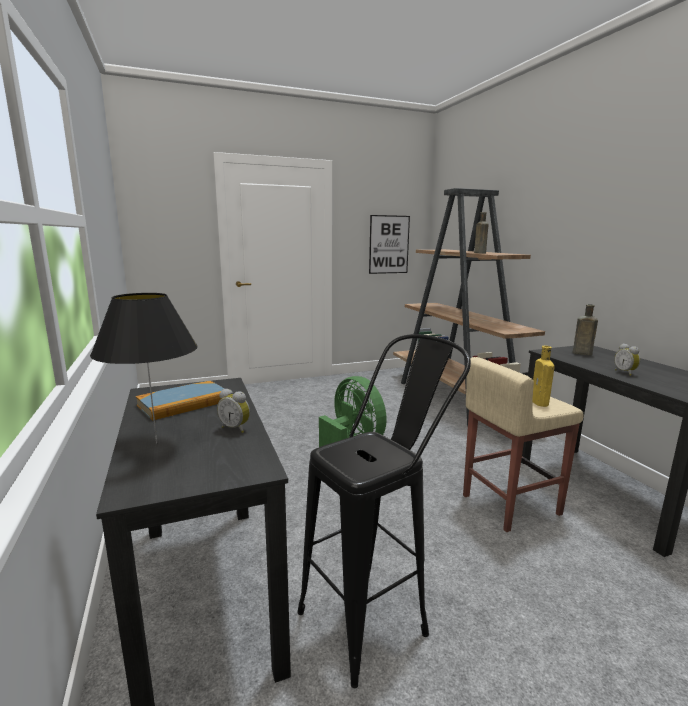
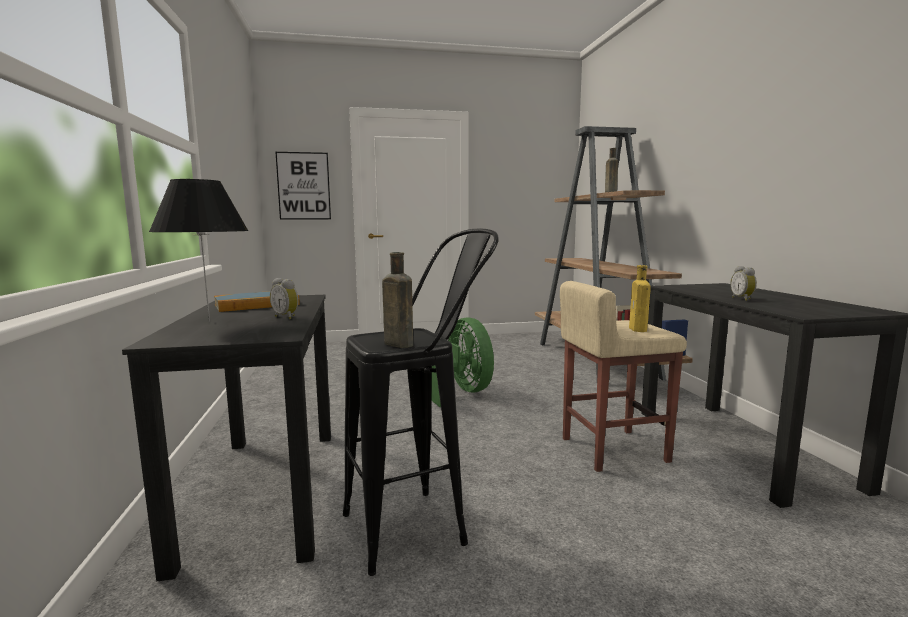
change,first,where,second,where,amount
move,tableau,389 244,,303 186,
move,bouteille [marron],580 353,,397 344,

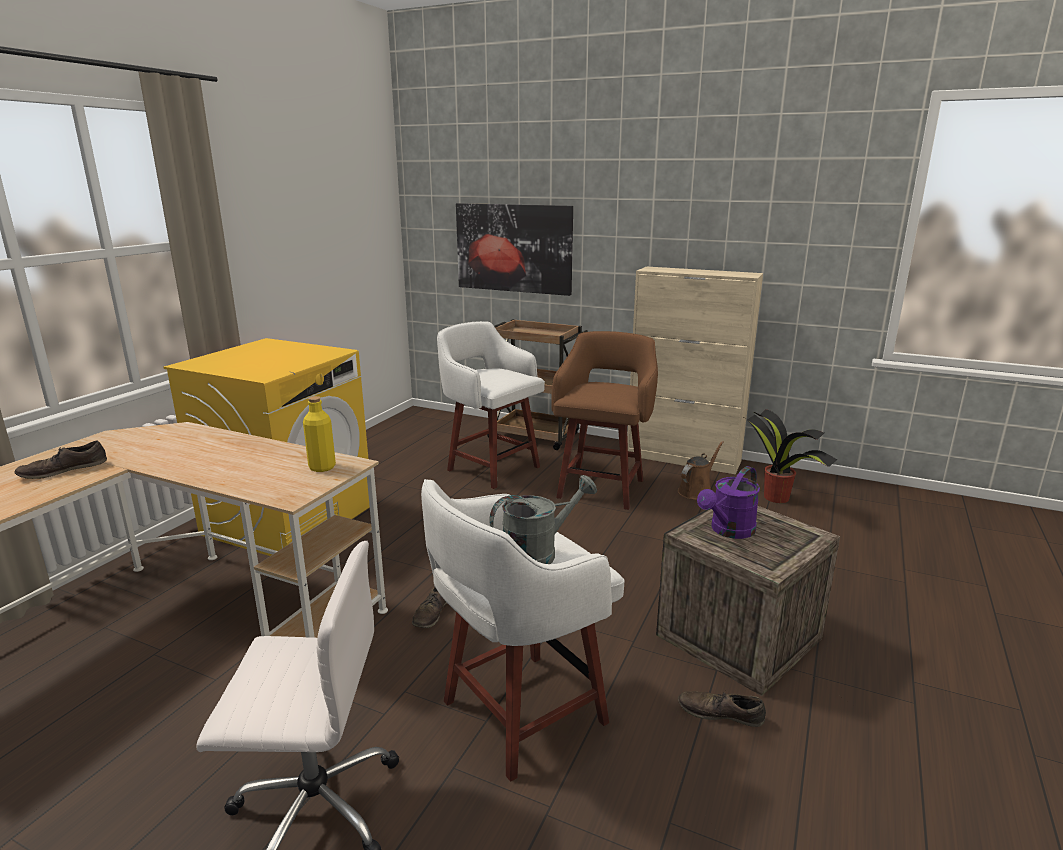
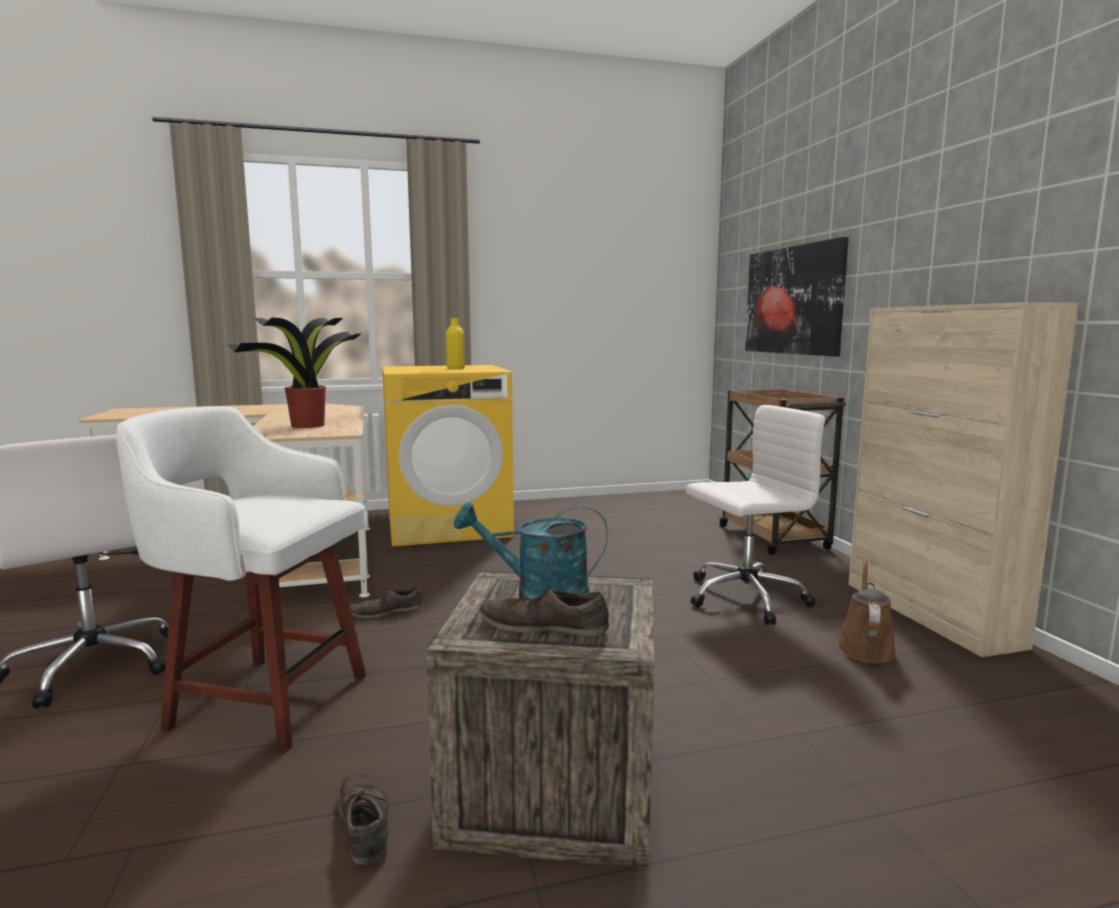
change,first,where,second,where,amount
move,plante en pot,777 498,,306 426,
move,bouteille [jaune],322 467,,455 368,
recolor,arrosoir [violet],728 531,arrosoir [turquoise],538 596,
move,chaussure [marron],63 470,,543 626,
replace,tabouret [marron],601 487,chaise de bureau [blanc],743 598,
rotate,arrosoir [marron],696 491,,865 647,75 degrees counterclockwise
delete,tabouret [blanc],491 467,,,
delete,arrosoir [gris],538 553,,,

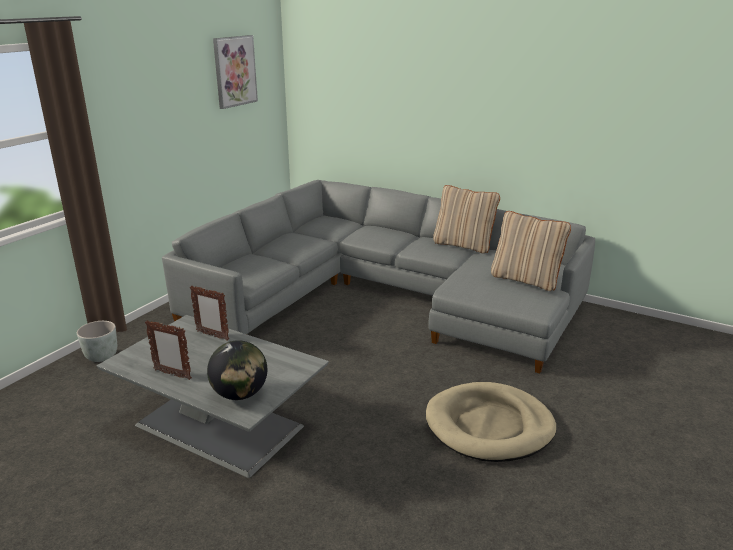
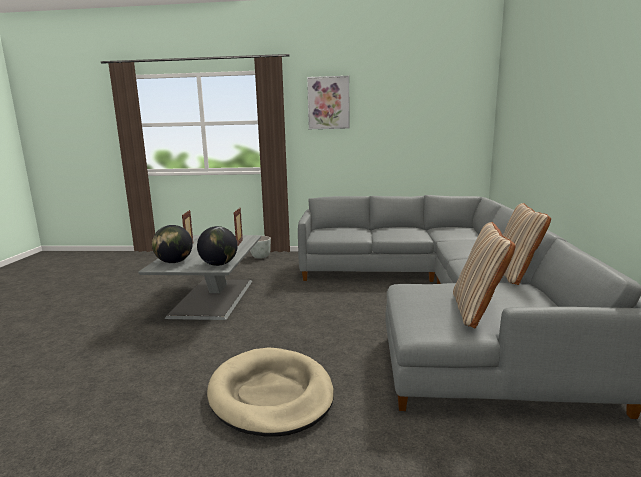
change,first,where,second,where,amount
insert,,,globe,219 264,
move,tableau,234 71,,328 103,

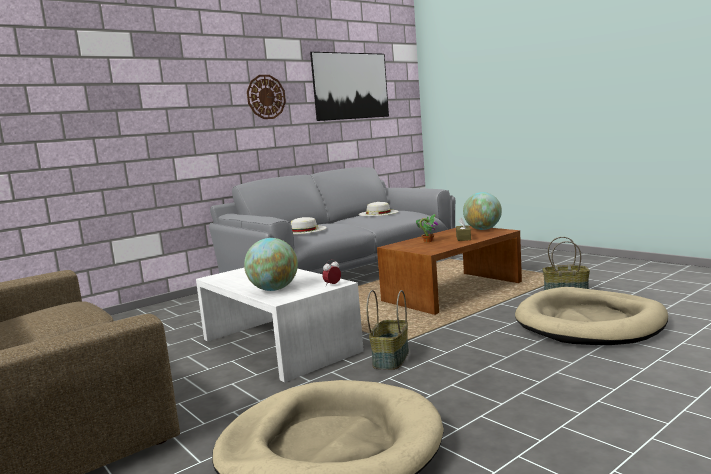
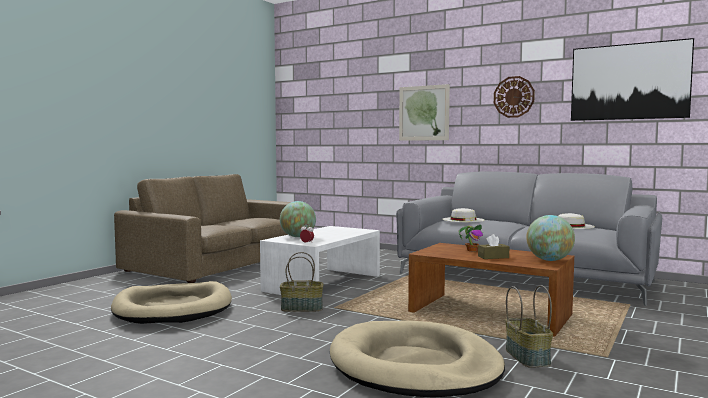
change,first,where,second,where,amount
insert,,,tableau,423 113,

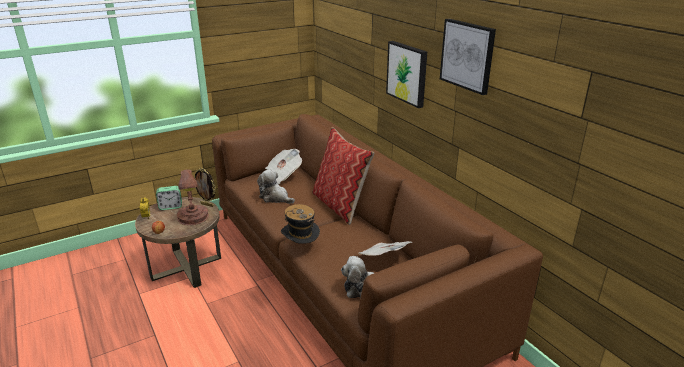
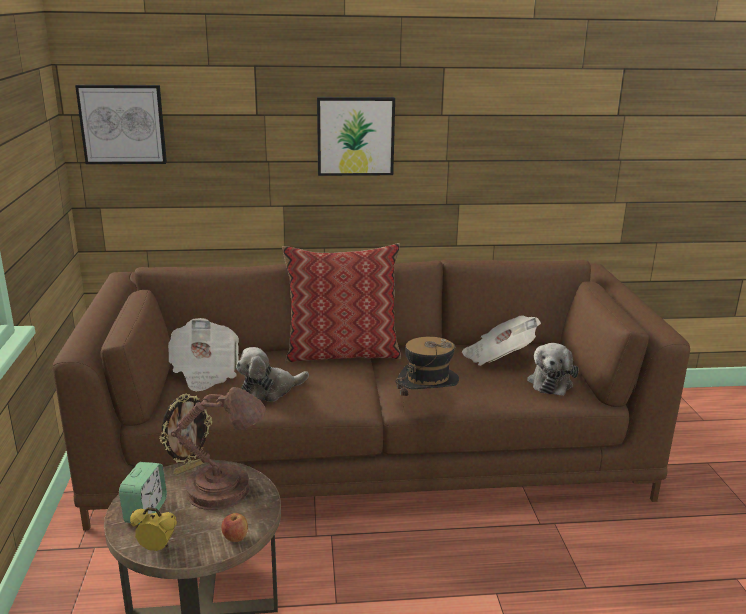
change,first,where,second,where,amount
move,tableau,467 55,,123 124,

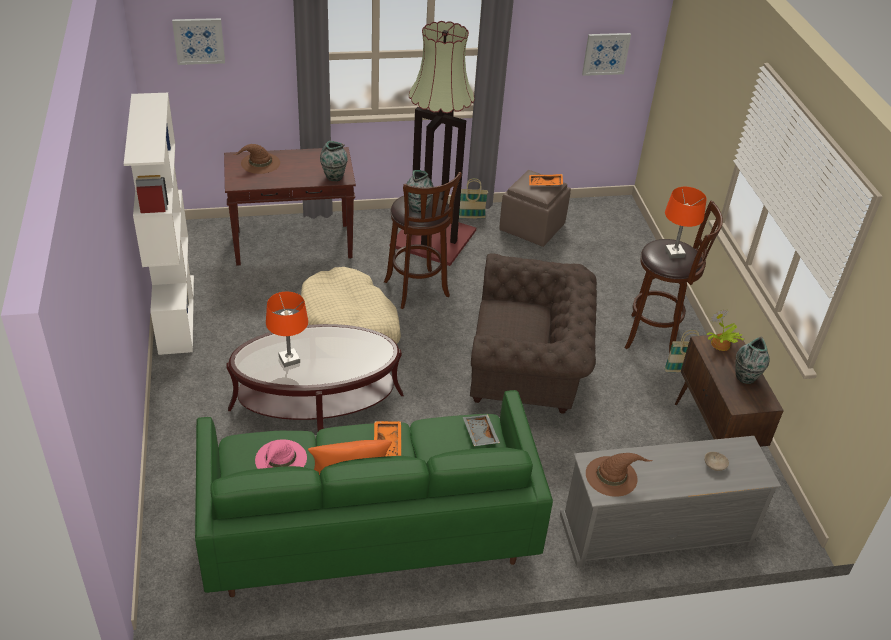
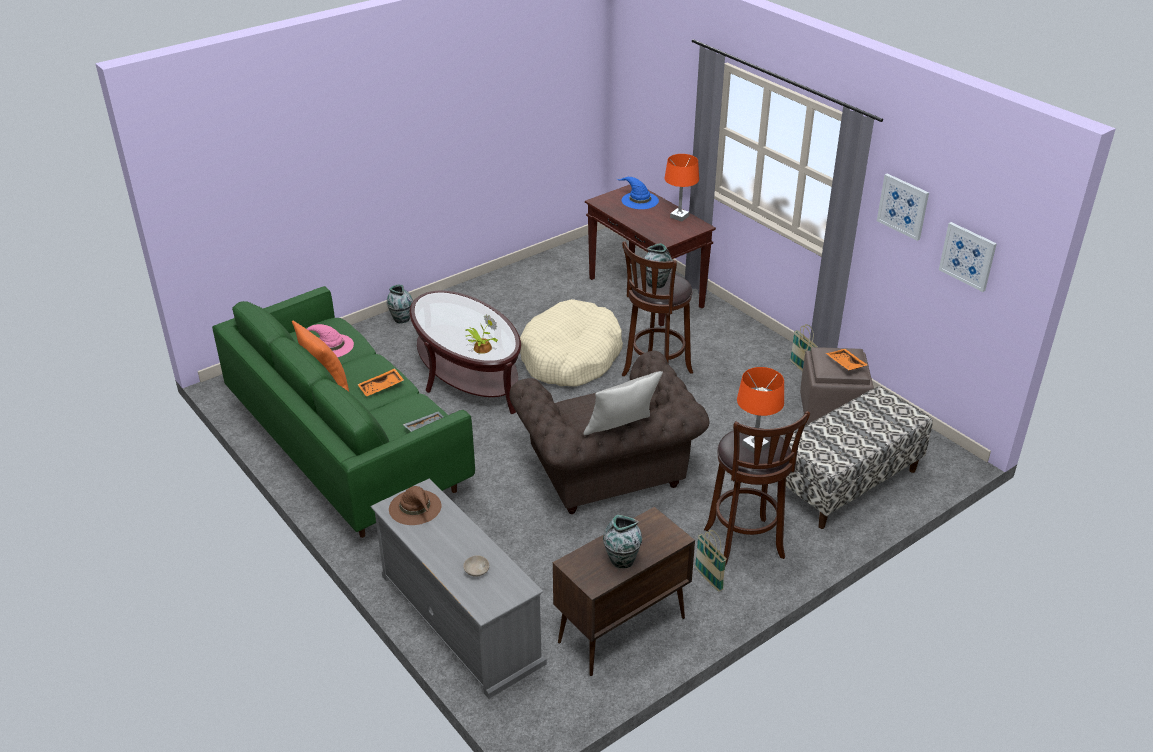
change,first,where,second,where,amount
move,vase,334 177,,401 319,
move,plante en pot,720 345,,481 348,
insert,,,coussin [gris],622 431,
recolor,chapeau [marron],260 163,chapeau [bleu],639 200,
move,lampe de table [orange],289 359,,679 216,
insert,,,banc,847 483,
move,tableau,199 40,,903 206,
delete,bibliothèque [blanc],176 313,,,
delete,lampadaire,434 238,,,

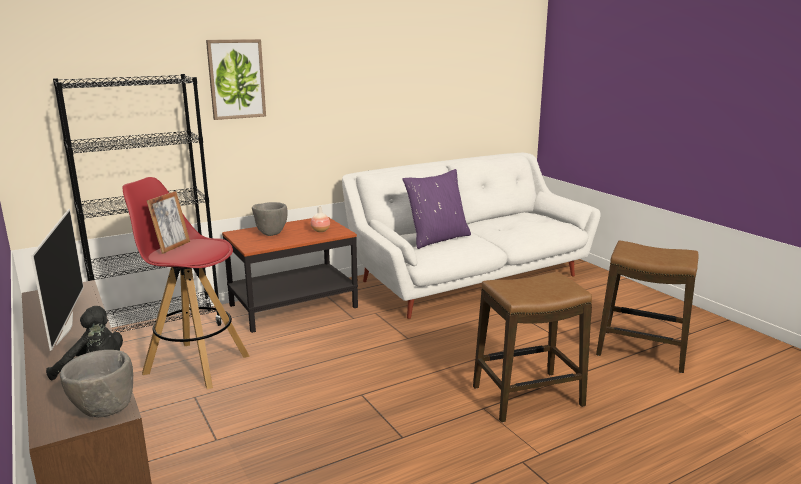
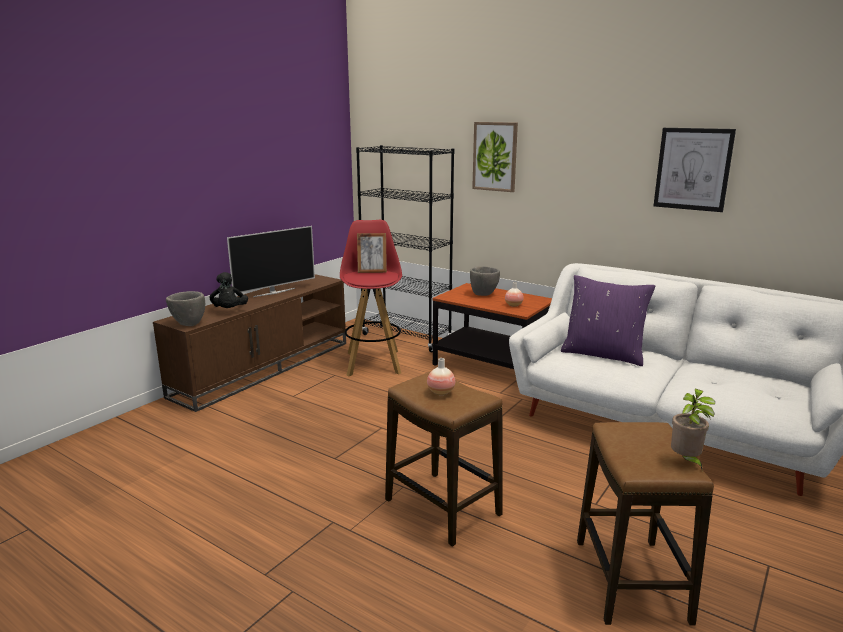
change,first,where,second,where,amount
insert,,,vase,441 392,
insert,,,tableau,693 169,
insert,,,plante en pot,686 461,

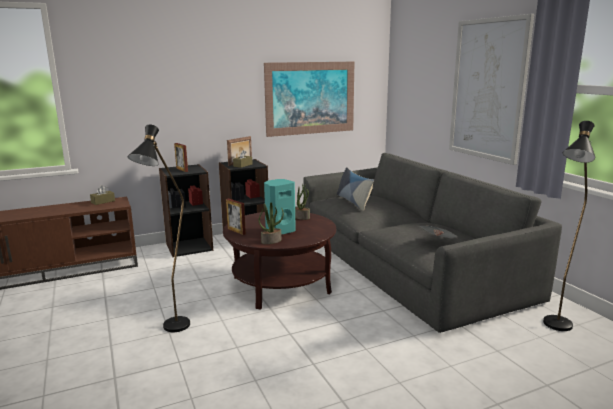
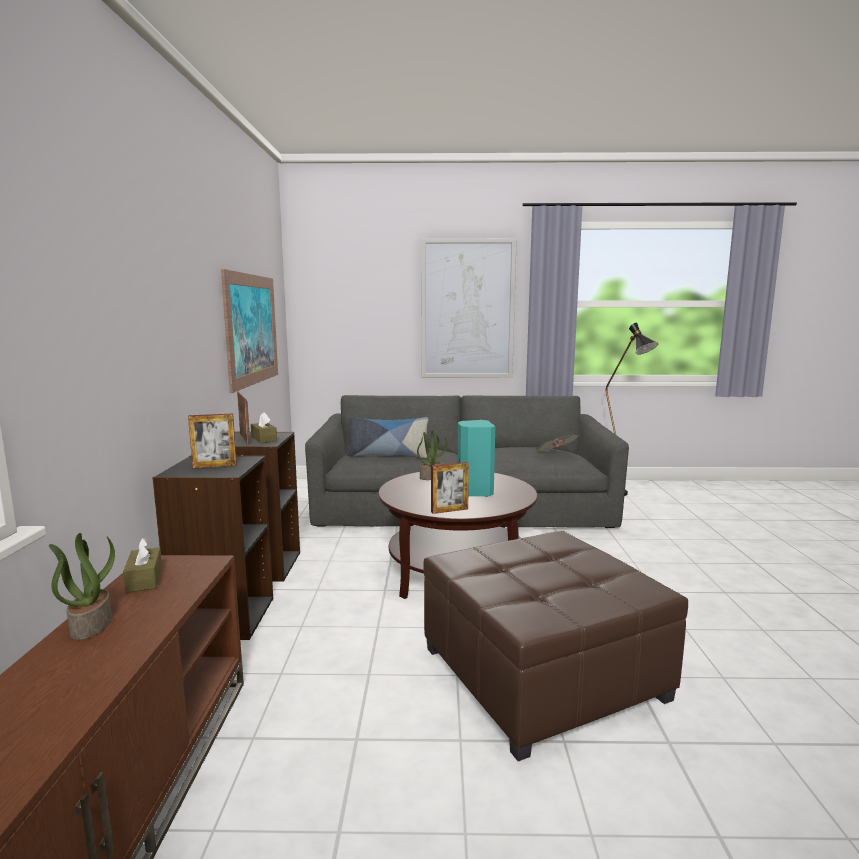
change,first,where,second,where,amount
move,plante en pot,271 241,,90 625,
replace,lampadaire [noir],172 330,pouf [marron],542 672,

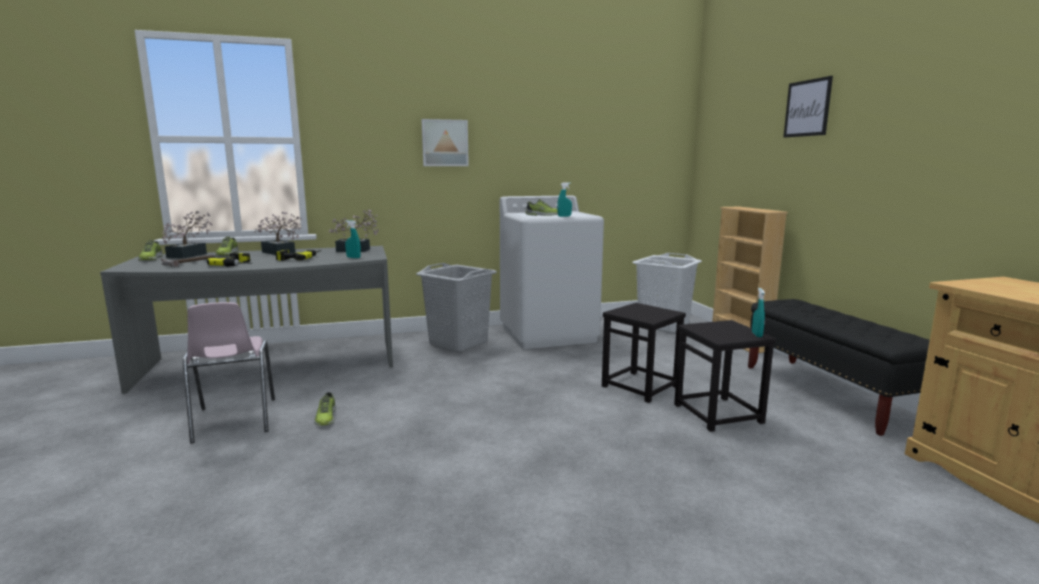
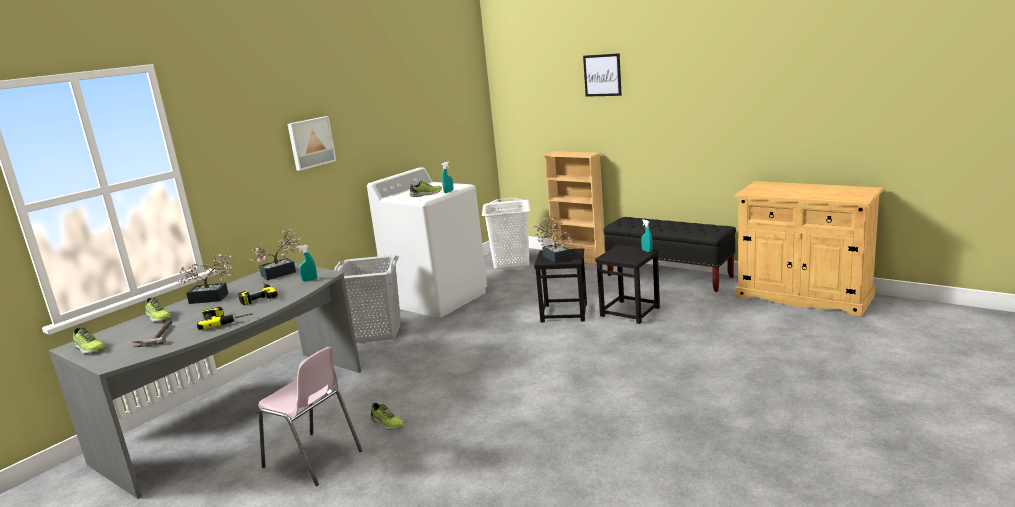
change,first,where,second,where,amount
move,plante en pot,190 255,,555 256,

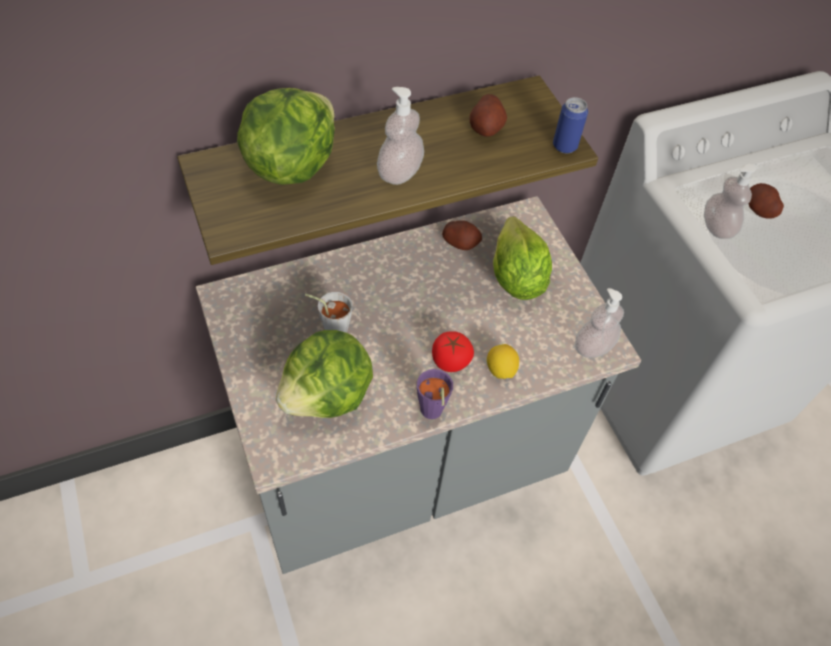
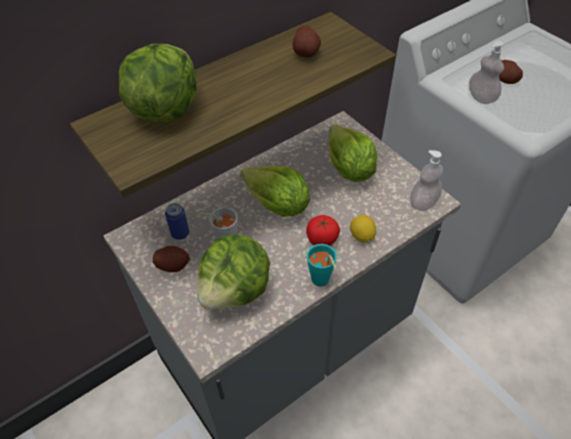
change,first,where,second,where,amount
move,pomme de terre,461 243,,173 265,
move,boîte métallique,564 146,,180 233,
insert,,,laitue,277 206,
recolor,tasse [violet],431 414,tasse [turquoise],321 282,
delete,distributeur de savon,400 173,,,

